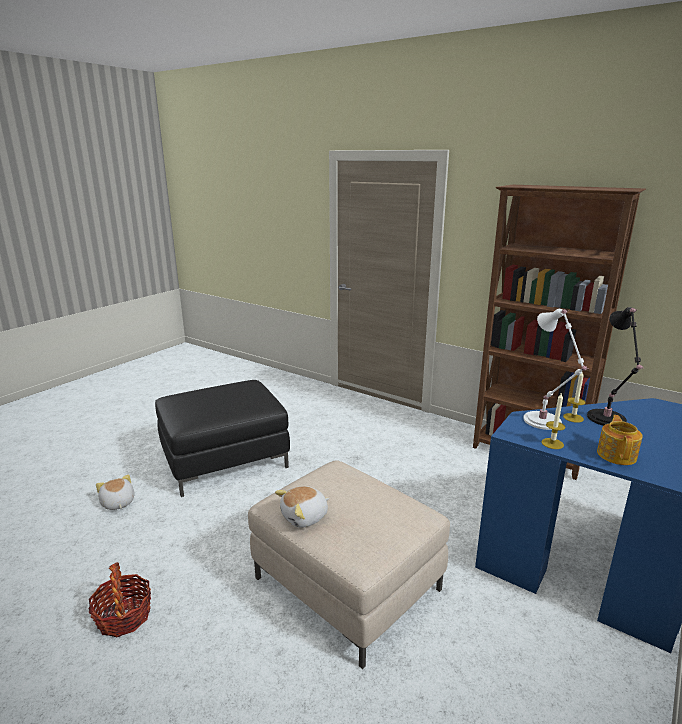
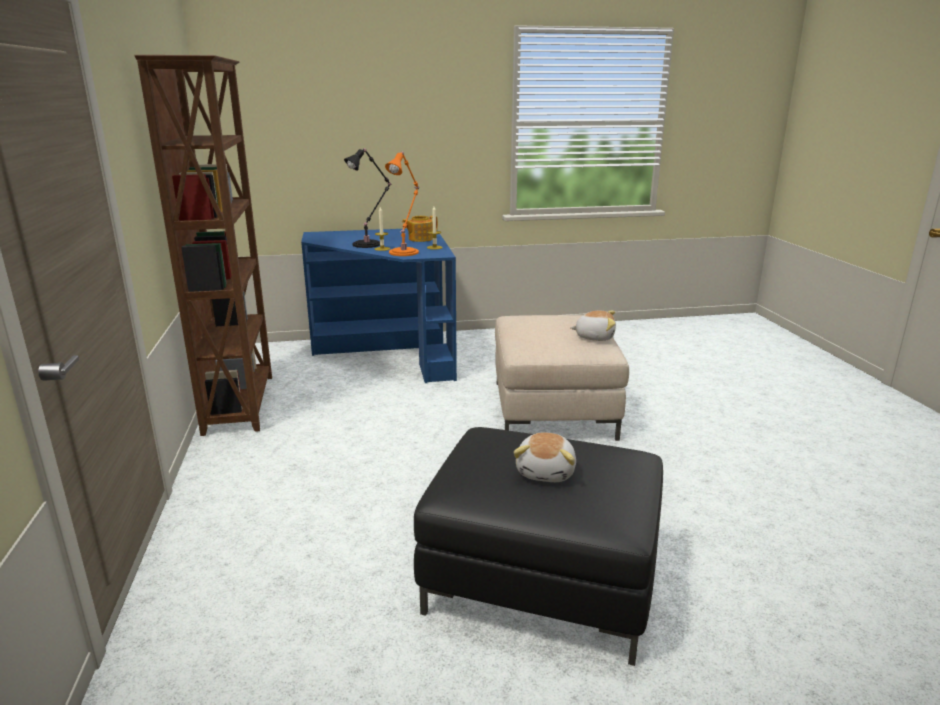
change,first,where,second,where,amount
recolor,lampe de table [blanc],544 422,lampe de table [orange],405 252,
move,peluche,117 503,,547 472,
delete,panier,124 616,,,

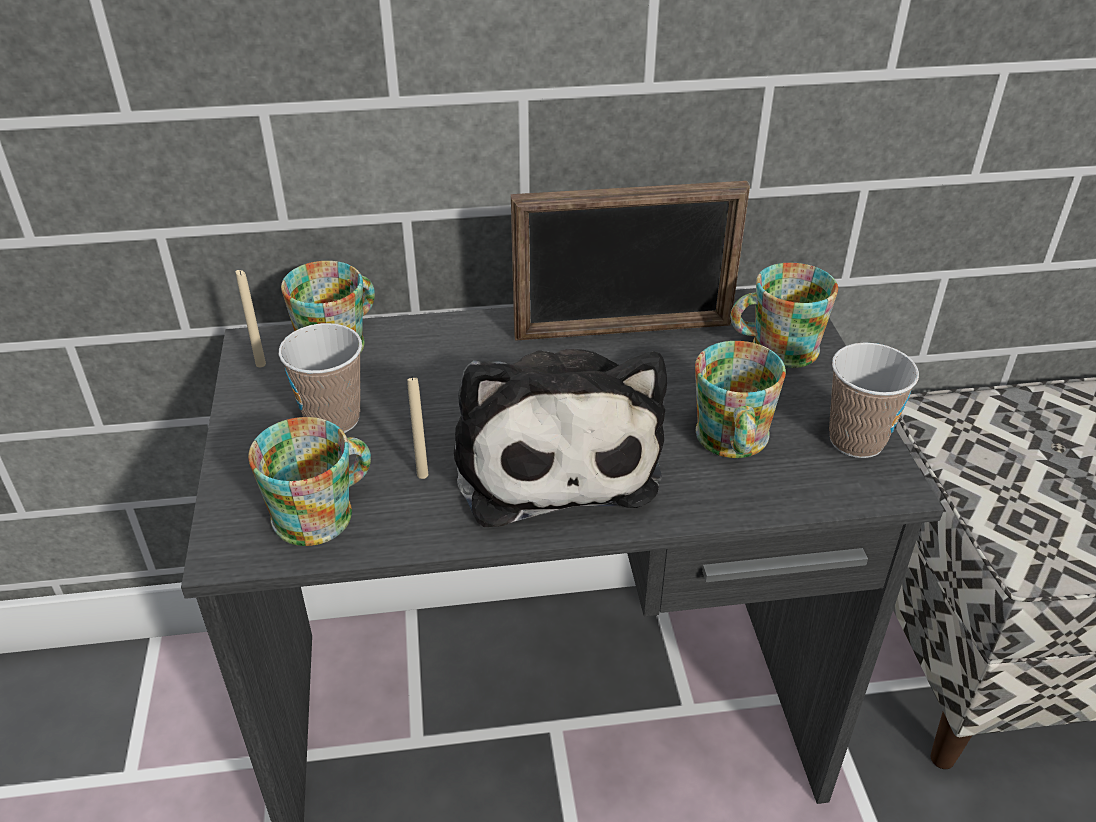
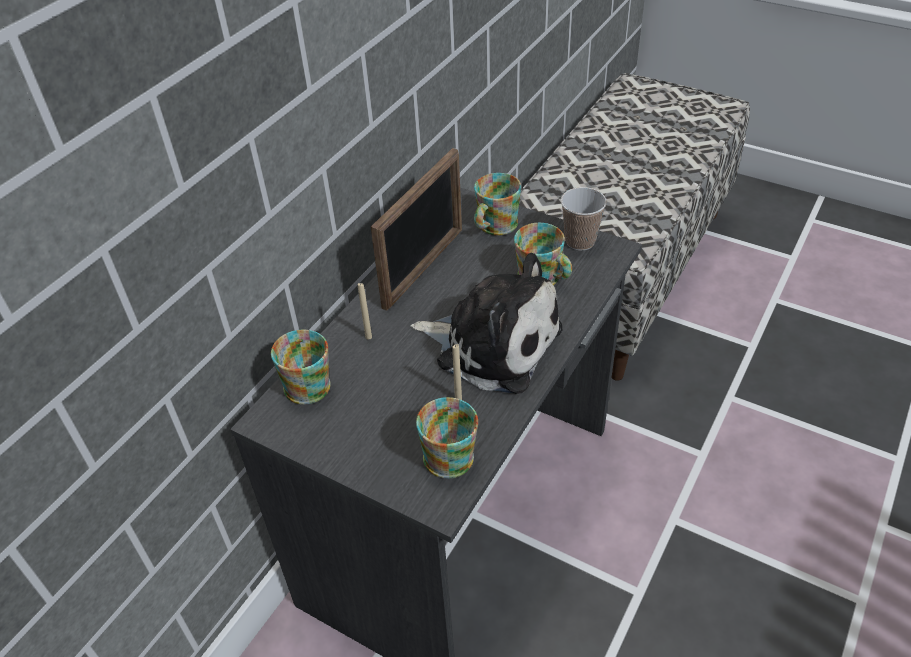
change,first,where,second,where,amount
move,bougie [beige],260 364,,368 337,
delete,tasse,333 419,,,

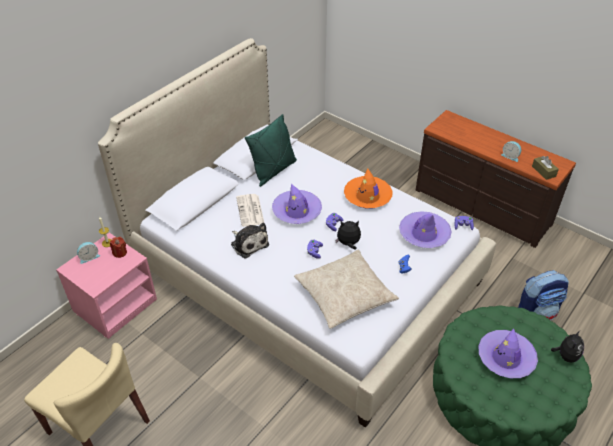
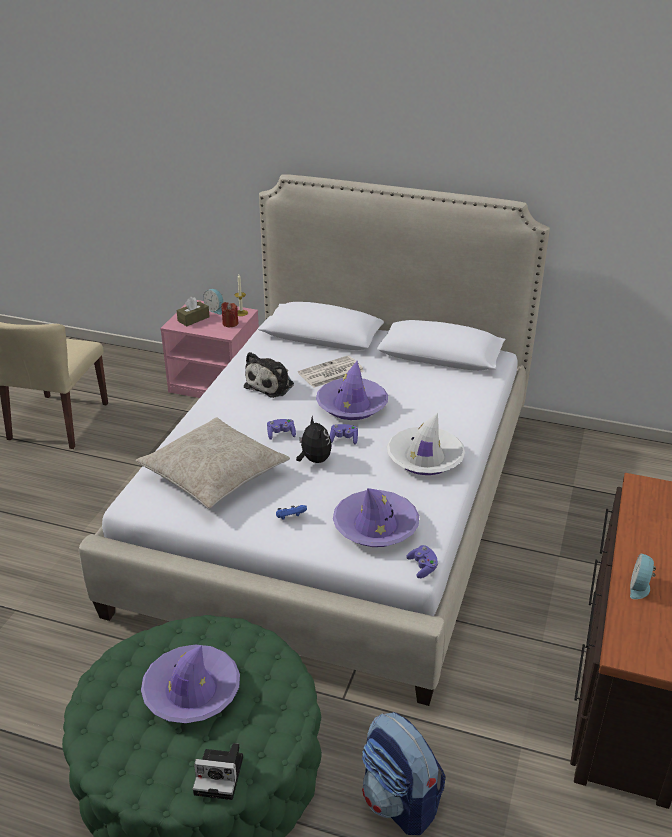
change,first,where,second,where,amount
move,boîte à mouchoirs [marron],543 171,,193 319,
replace,peluche,566 356,appareil photo,221 775,
recolor,chapeau [orange],367 196,chapeau [blanc],425 458,
delete,coussin [vert],273 171,,,

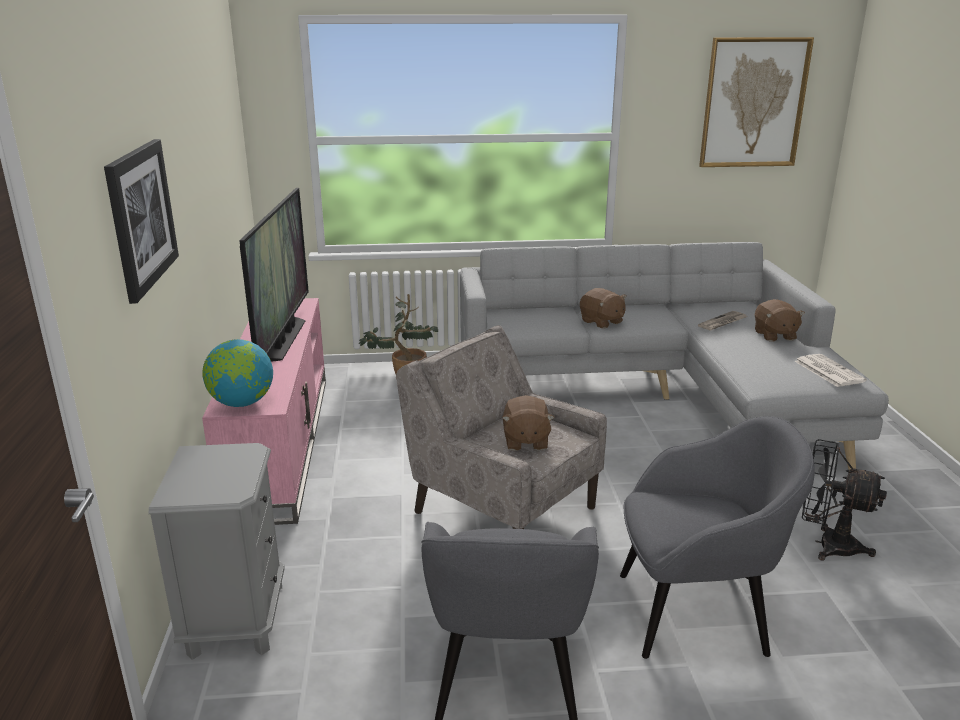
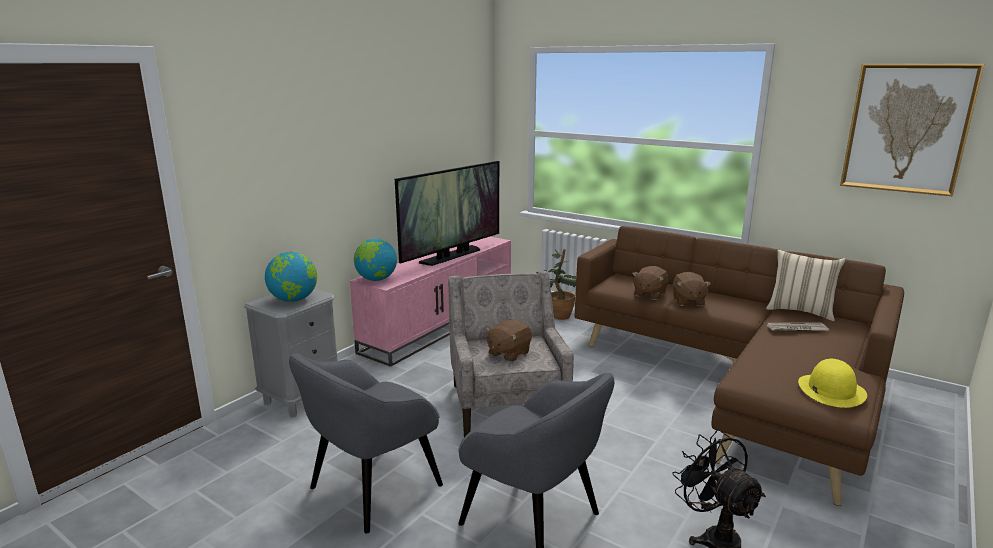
change,first,where,second,where,amount
insert,,,globe,294 300,
recolor,canapé [gris],666 399,canapé [marron],737 387,
move,peluche [marron],774 335,,649 294,
insert,,,coussin [beige],800 311,
replace,journal,827 371,chapeau [jaune],831 390,
delete,tableau,141 216,,,

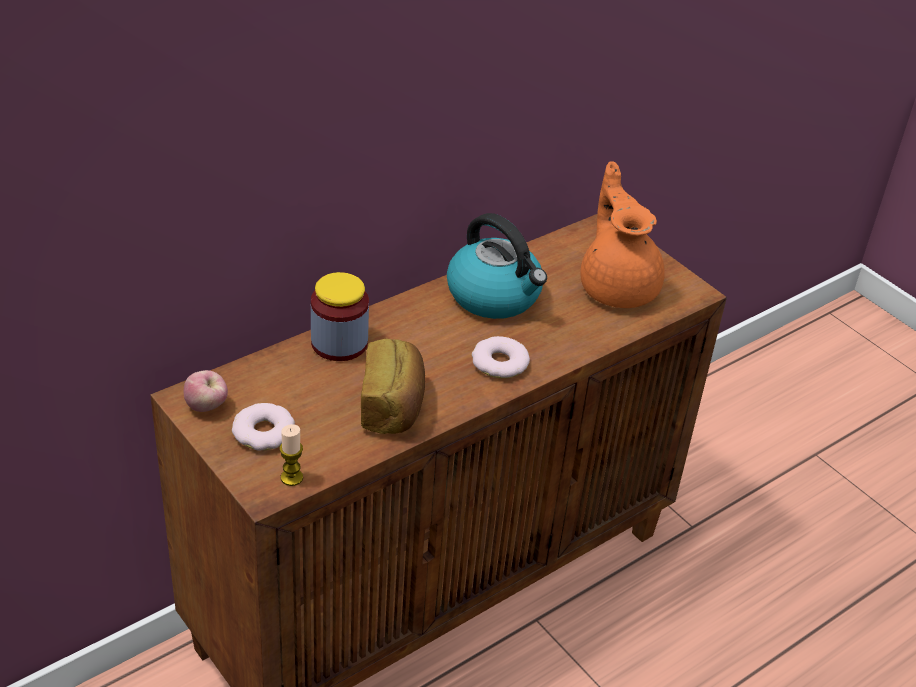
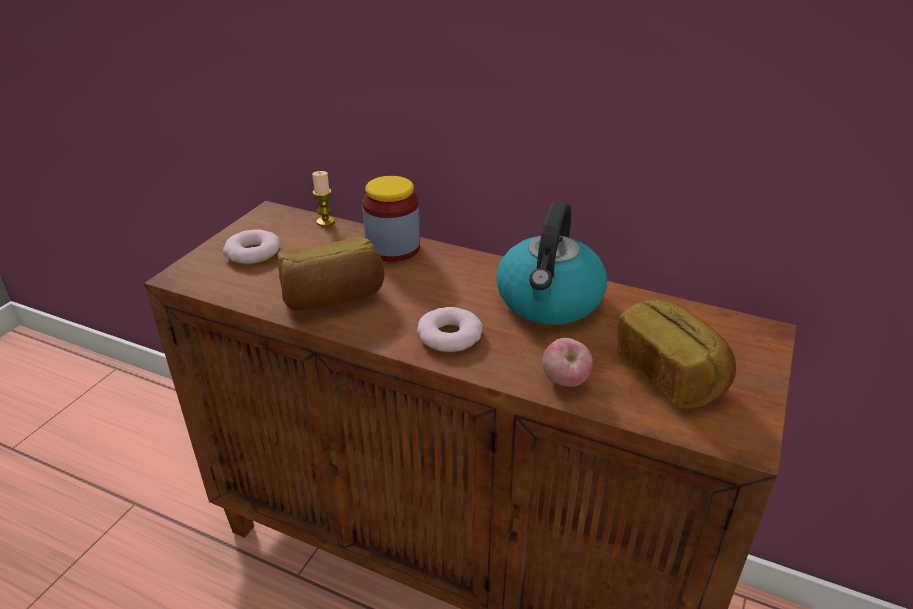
change,first,where,second,where,amount
move,bougie,291 477,,325 222,
move,pomme,206 406,,565 382,
replace,théière [orange],618 286,pain,670 374,

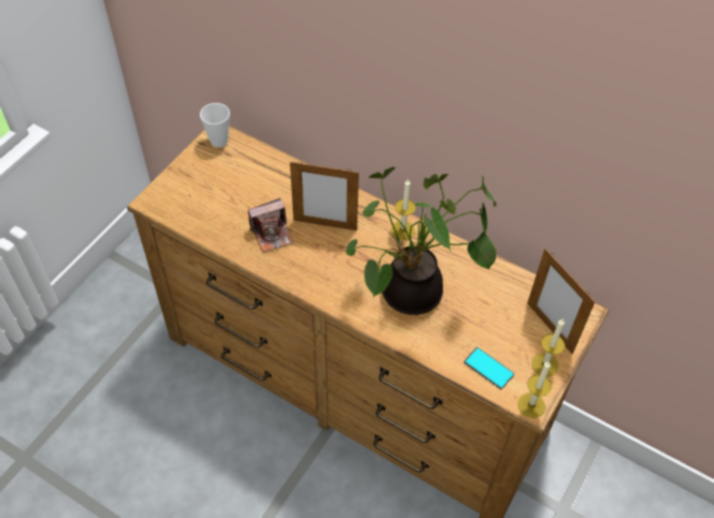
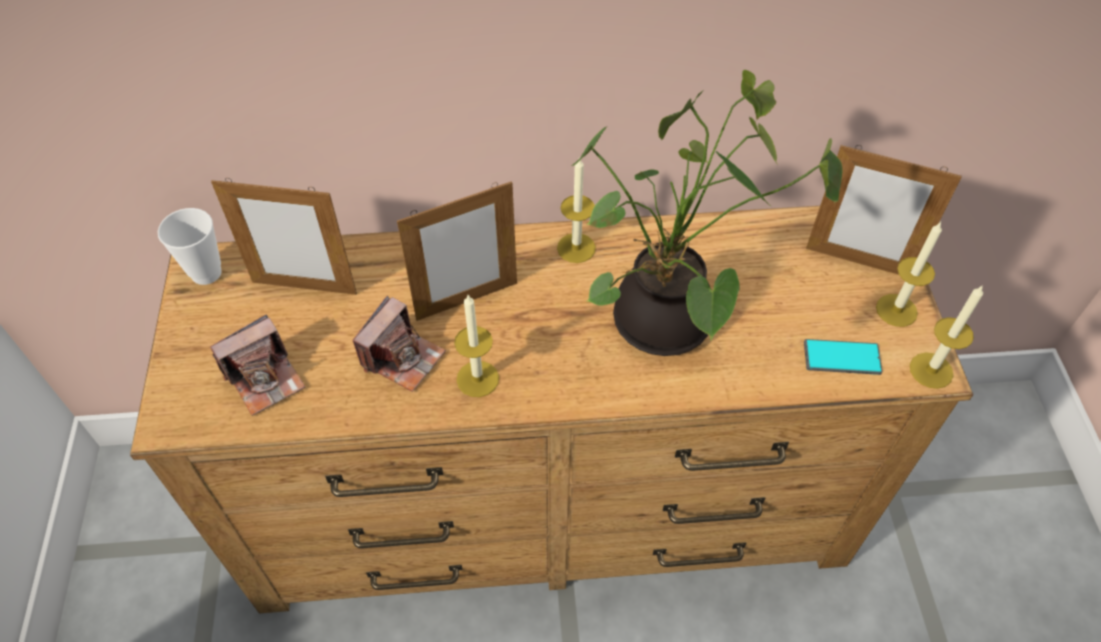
change,first,where,second,where,amount
insert,,,appareil photo,265 379,
insert,,,cadre photo,304 287,
insert,,,bougie,477 379,

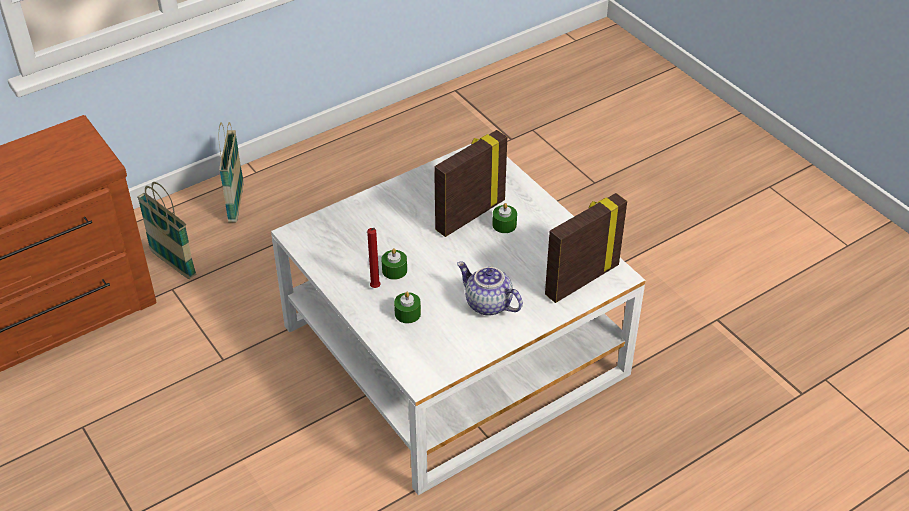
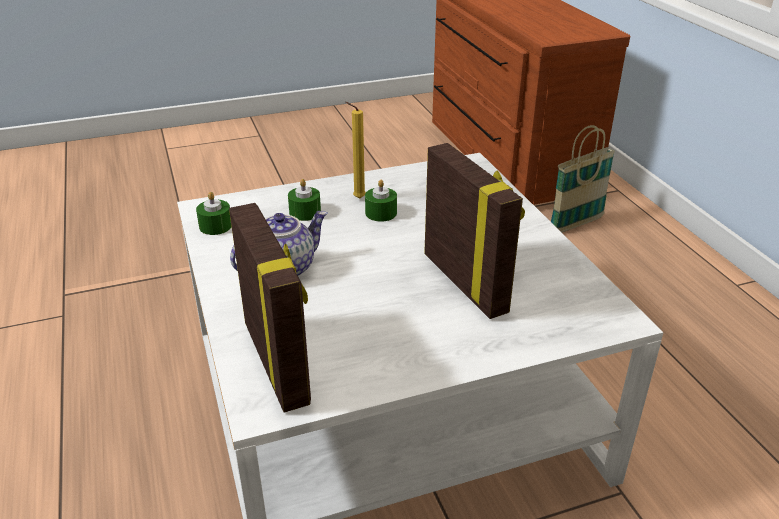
change,first,where,second,where,amount
move,bougie [vert],504 225,,215 226,
recolor,bougie [rouge],376 288,bougie [jaune],357 198,
delete,panier,236 203,,,

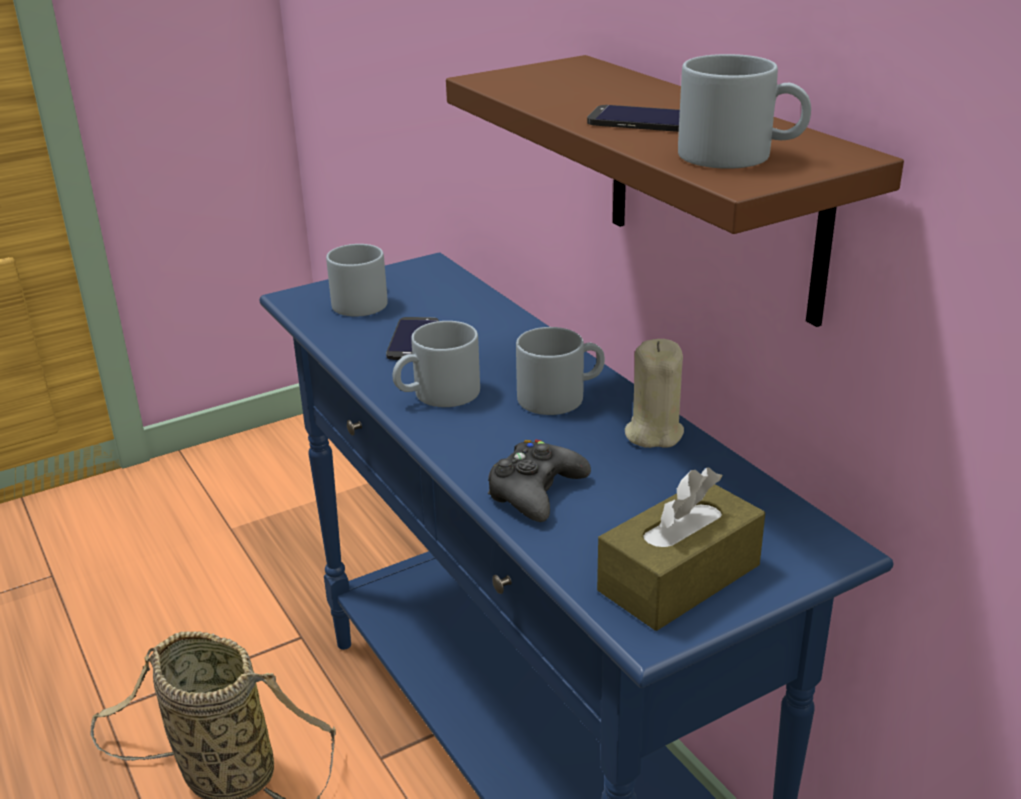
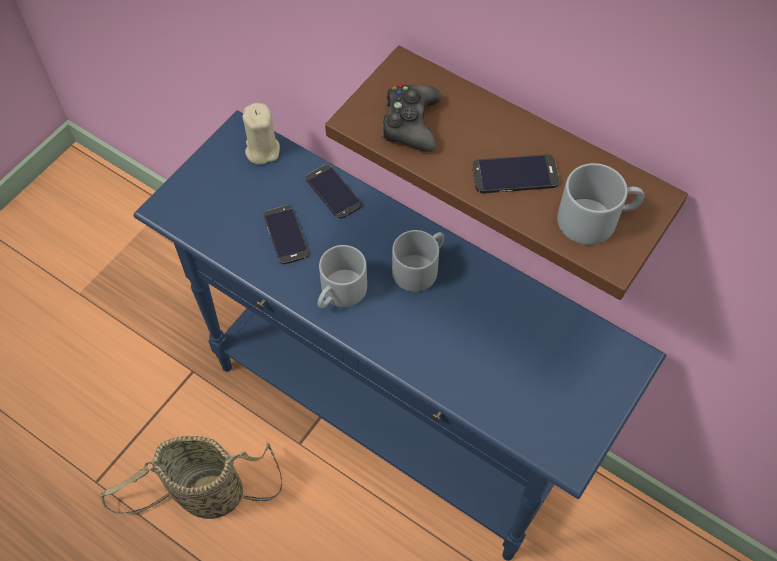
change,first,where,second,where,amount
move,bougie [beige],653 433,,262 150,
insert,,,téléphone,333 192,
move,manette [noir],536 492,,410 124,
delete,mug [gris],361 300,,,
delete,boîte à mouchoirs [marron],679 578,,,

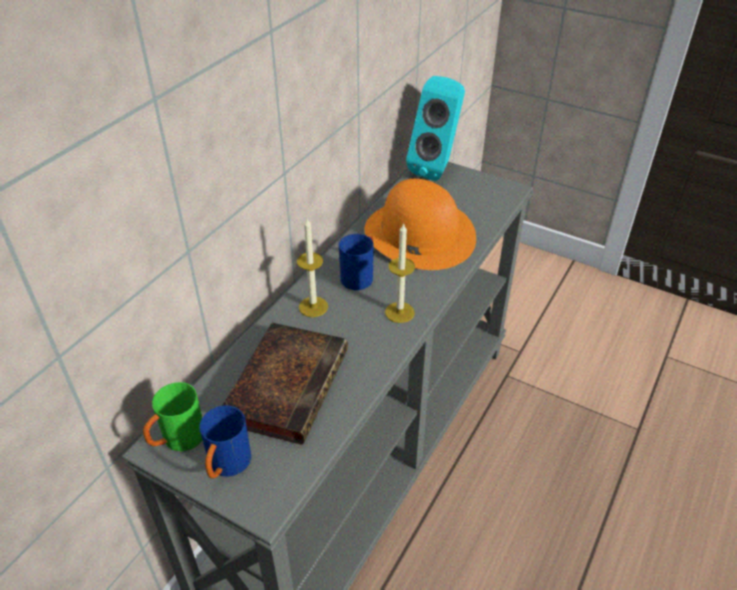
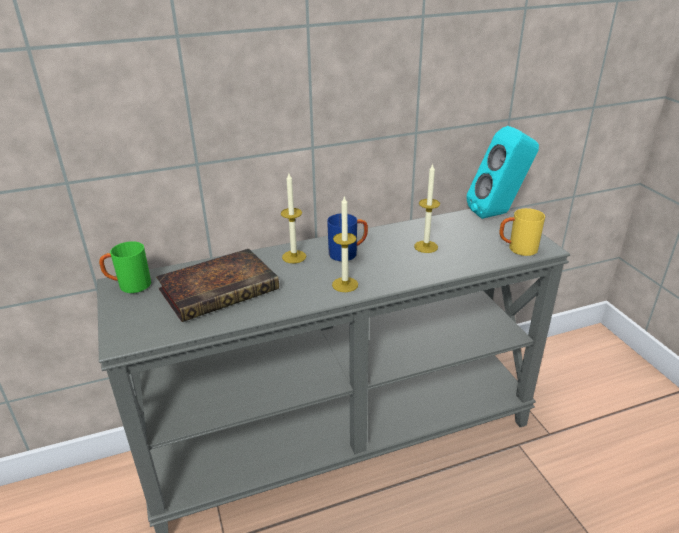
change,first,where,second,where,amount
replace,chapeau [orange],419 234,bougie,426 246,
insert,,,mug [jaune],517 249,
delete,mug [bleu],226 467,,,

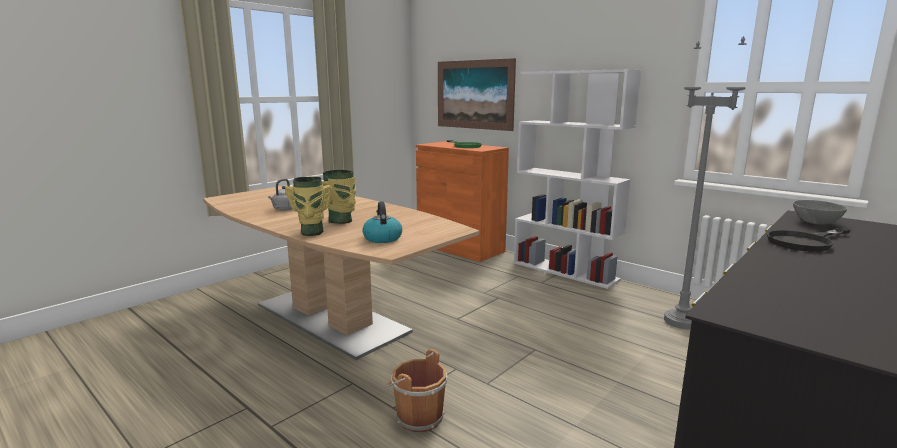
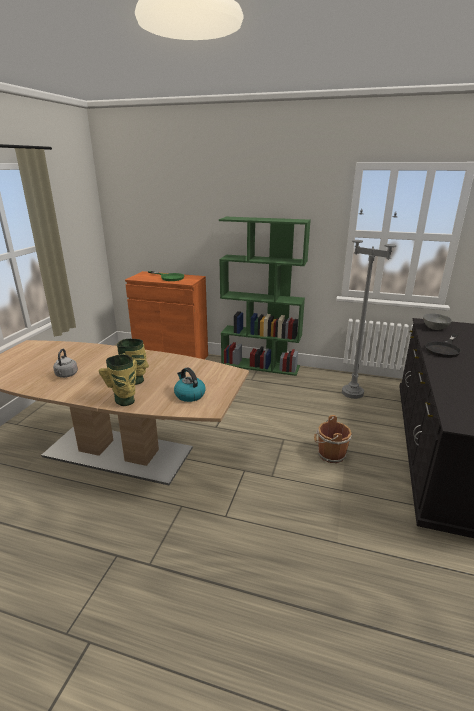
change,first,where,second,where,amount
recolor,bibliothèque [blanc],565 271,bibliothèque [vert],261 365,
move,seau [marron],417 417,,330 454,
delete,tableau,474 94,,,

